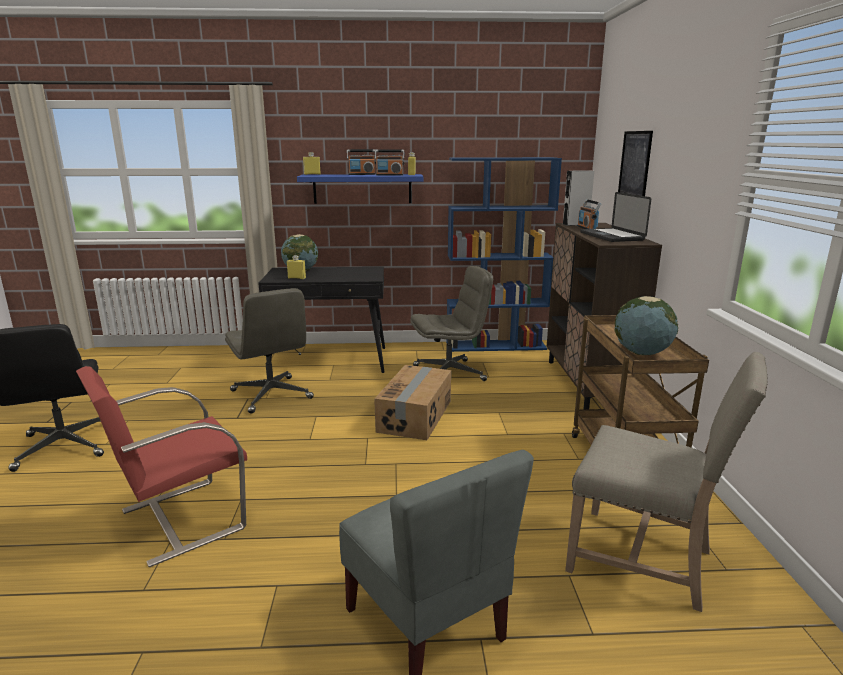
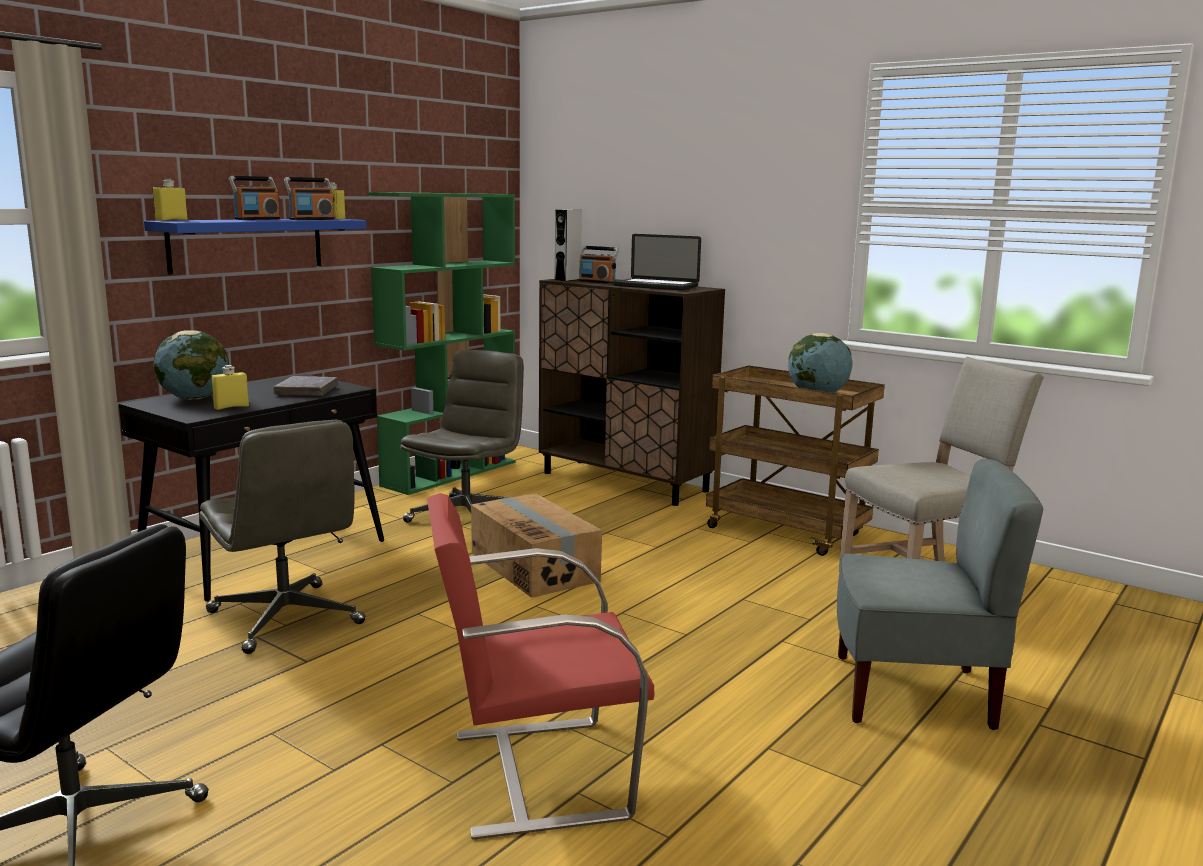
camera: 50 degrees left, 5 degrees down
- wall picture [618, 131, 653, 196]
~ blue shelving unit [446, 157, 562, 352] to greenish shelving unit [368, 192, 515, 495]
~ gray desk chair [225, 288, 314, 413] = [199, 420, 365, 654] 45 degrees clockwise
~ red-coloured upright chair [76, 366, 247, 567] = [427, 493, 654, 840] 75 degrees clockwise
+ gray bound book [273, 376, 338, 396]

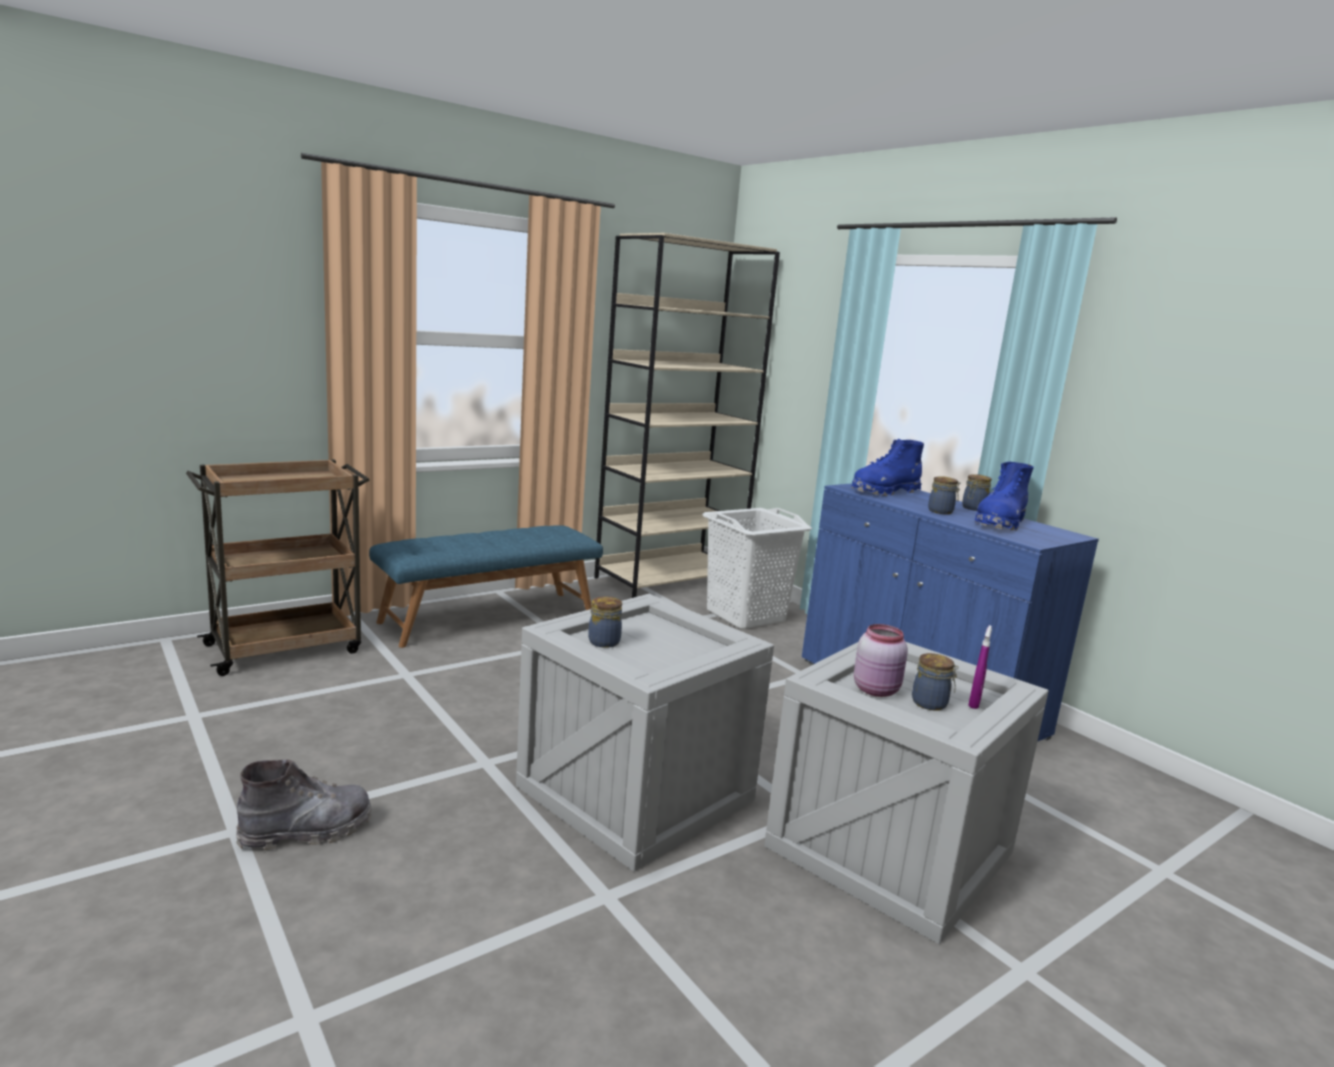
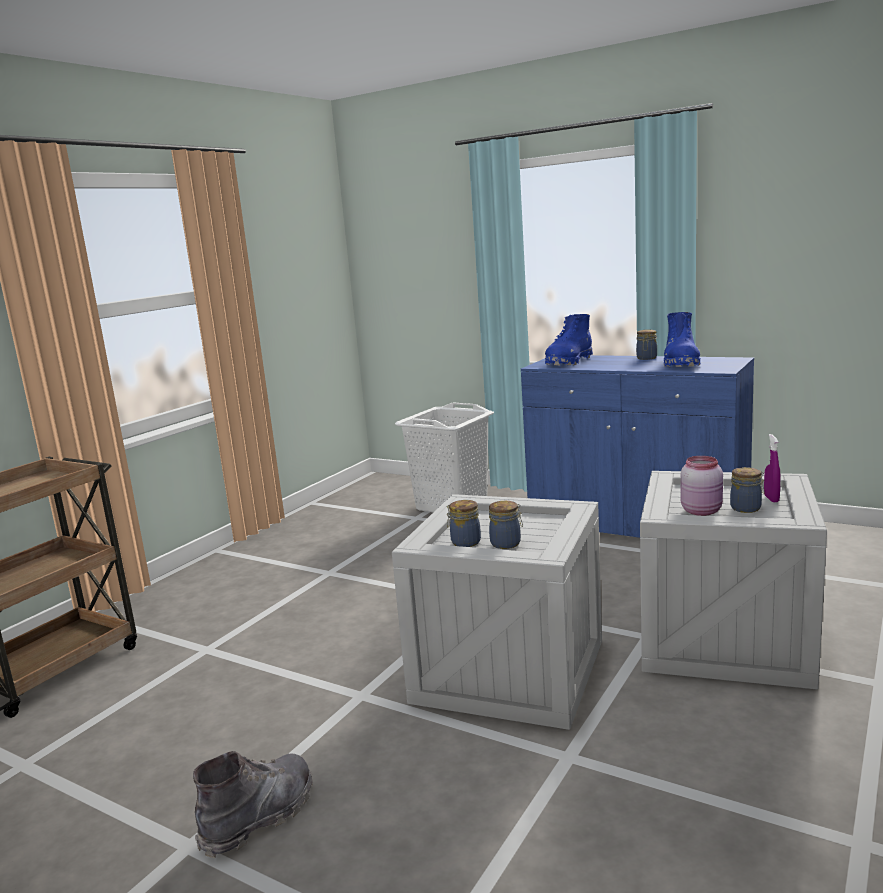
camera: 20 degrees left, 0 degrees up
- beige-coloured shelving unit [594, 233, 780, 598]
~ preserve jar [928, 477, 961, 514] to [489, 501, 523, 549]
- blue indoor bench [369, 525, 603, 648]

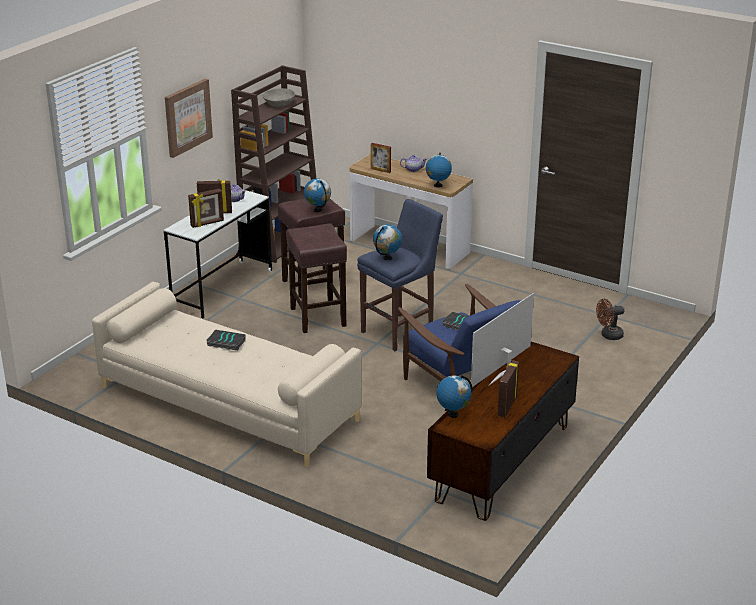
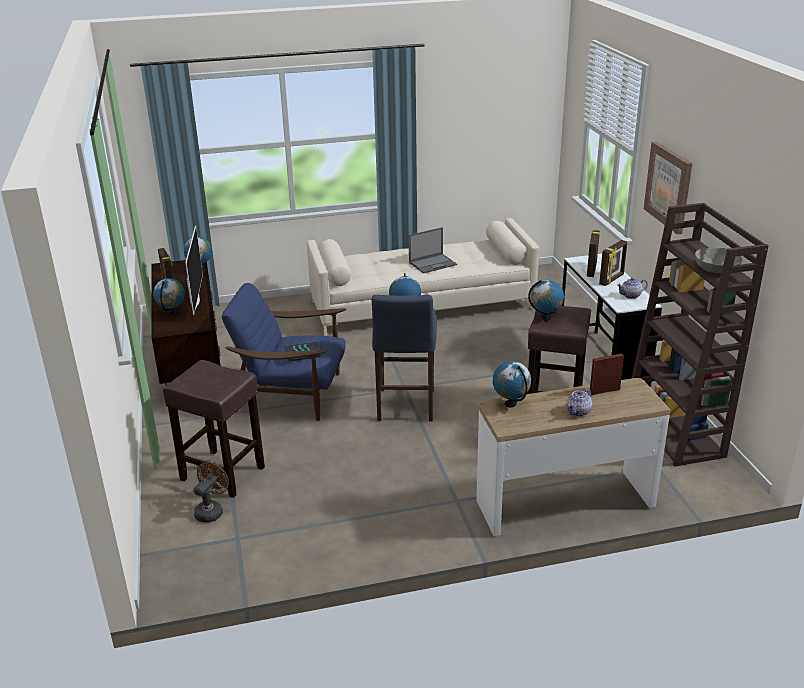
camera: 135 degrees right, 0 degrees up
~ brownish stool seat [286, 224, 347, 333] to [163, 360, 265, 498]
~ bound book [206, 330, 246, 351] to portable computer [409, 227, 457, 273]
+ globe [153, 278, 185, 315]

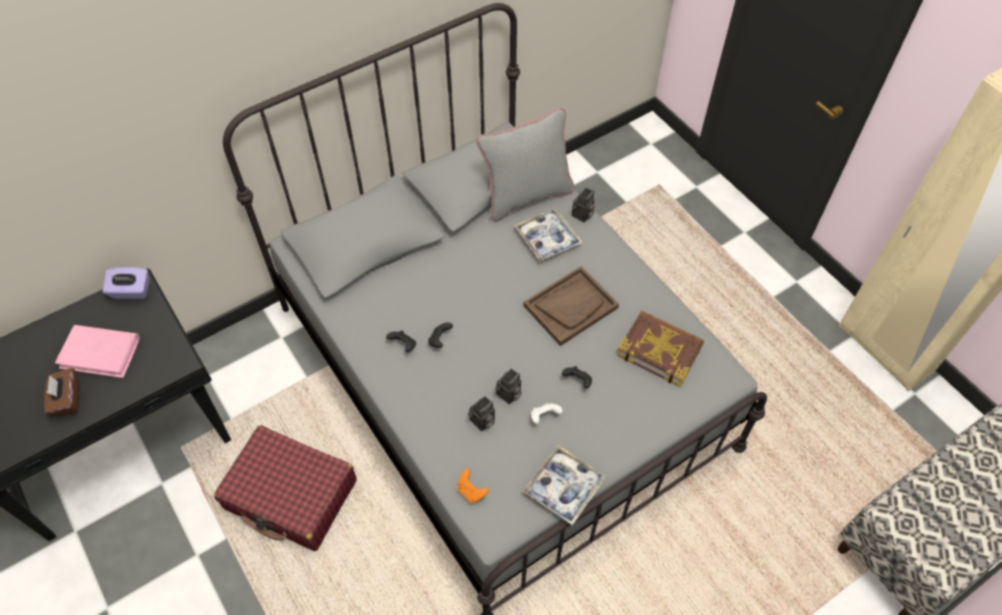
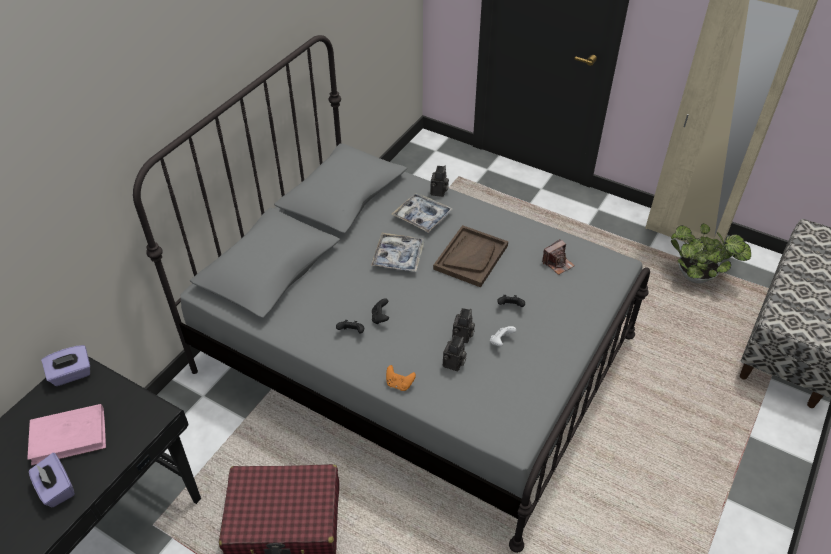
camera: 25 degrees left, 10 degrees down
- gray pillow [476, 108, 575, 222]
~ bound book [617, 311, 704, 387] to still camera [542, 239, 575, 275]
~ brownish tissue holder [44, 367, 80, 417] to purplish tissue holder [29, 453, 75, 508]
~ carrying tray [523, 445, 605, 525] to [371, 233, 425, 272]
~ orangey gamepad [457, 469, 489, 503] to [386, 365, 416, 391]
+ houseplant [671, 223, 751, 284]

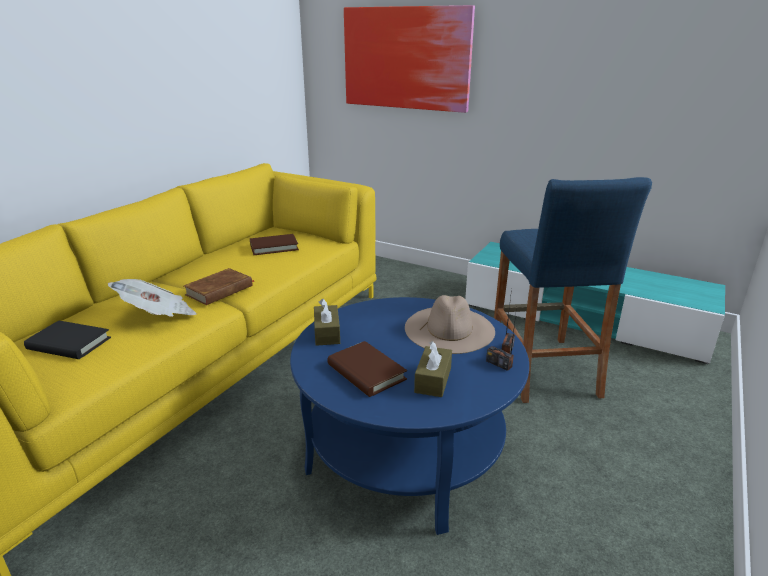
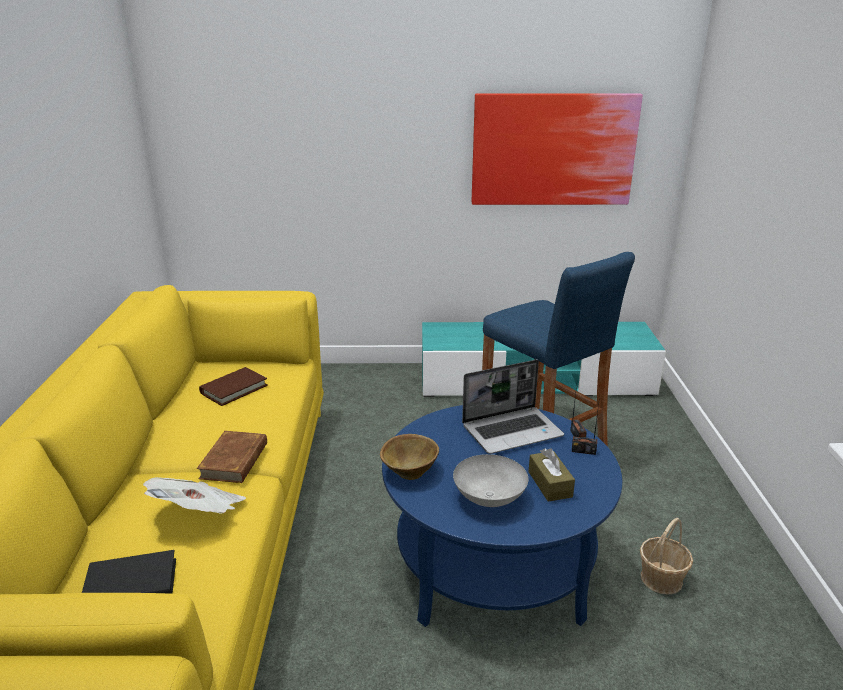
camera: 30 degrees left, 0 degrees up
~ wall picture [344, 5, 475, 113] to [471, 93, 643, 205]
~ beige-coloured clothing hat [405, 295, 495, 354] to portable computer [462, 360, 564, 454]
~ brownish tissue holder [314, 299, 340, 346] to brownish deep dish [380, 434, 439, 480]
~ brownish bound book [327, 341, 407, 397] to gray deep dish [453, 454, 528, 507]
+ basket [640, 518, 693, 595]

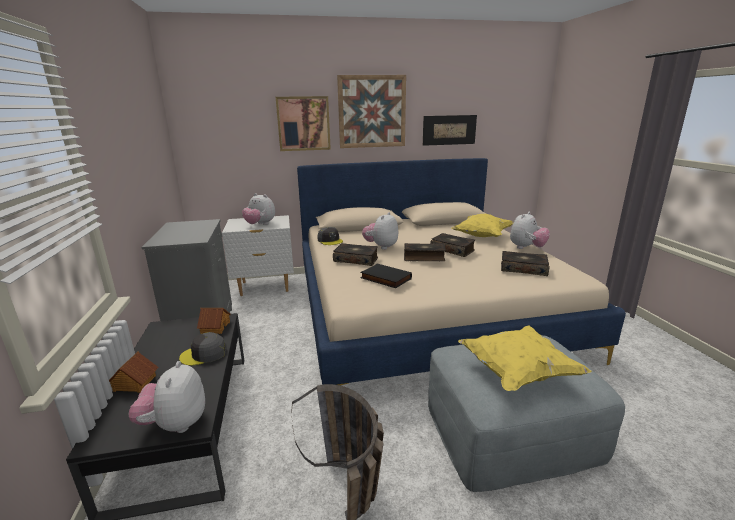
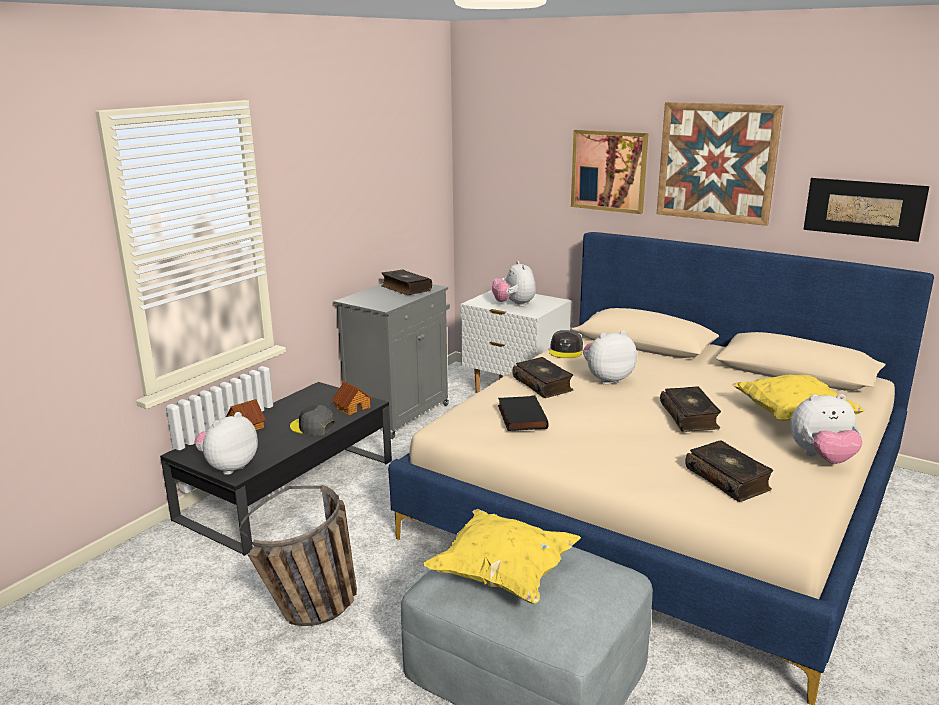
camera: 45 degrees right, 0 degrees up
~ bound book [404, 243, 446, 261] to [381, 270, 432, 295]

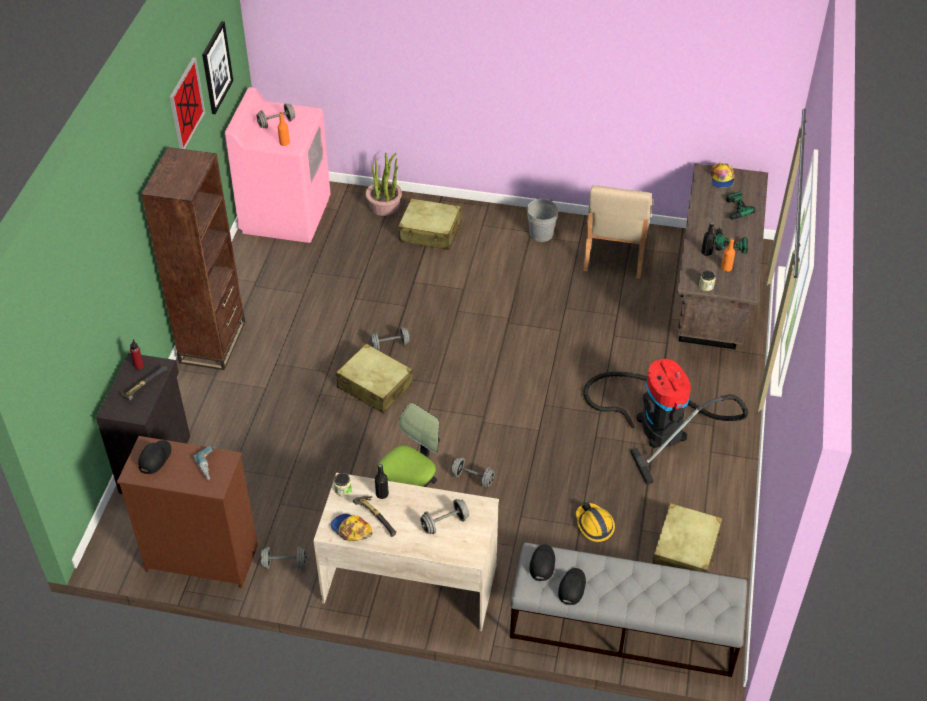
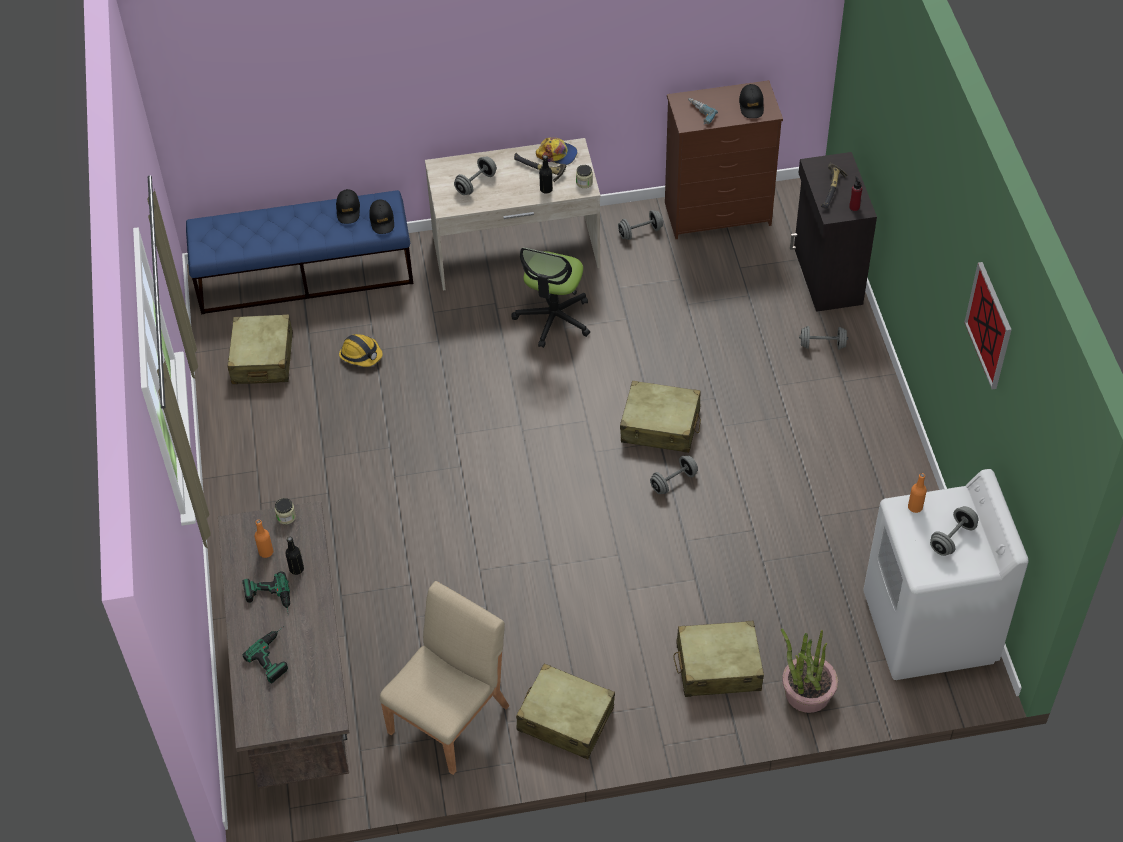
camera: 160 degrees right, 5 degrees up
- wall picture [202, 21, 233, 114]
~ pink-coloured washing machine [225, 87, 331, 243] to white-coloured washing machine [864, 469, 1029, 680]
- brownish shelving unit [141, 147, 245, 370]
- peaked cap [711, 163, 735, 188]
~ beige-coloured upright chair [583, 185, 653, 279] = [380, 581, 509, 775] 45 degrees clockwise
~ gray pail [527, 198, 559, 242] to beige-coloured suitcase [516, 663, 615, 759]
- vacuum [583, 359, 748, 485]
~ gray free weight [451, 458, 495, 487] to [799, 326, 848, 349]
~ gray indoor bench [510, 543, 747, 677] to blue indoor bench [186, 190, 413, 314]

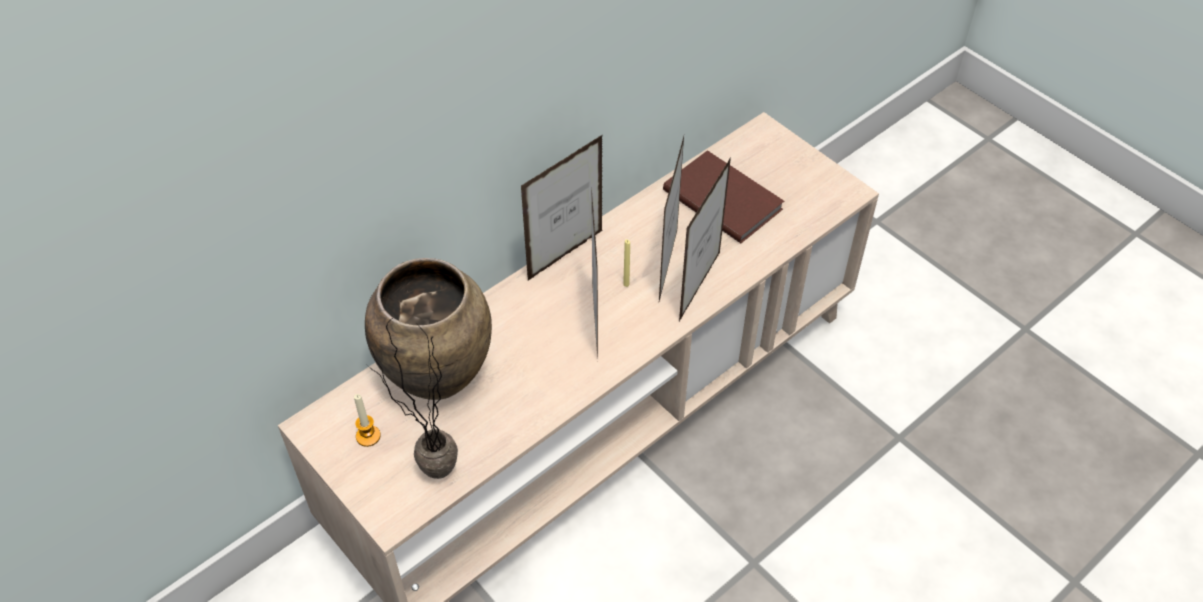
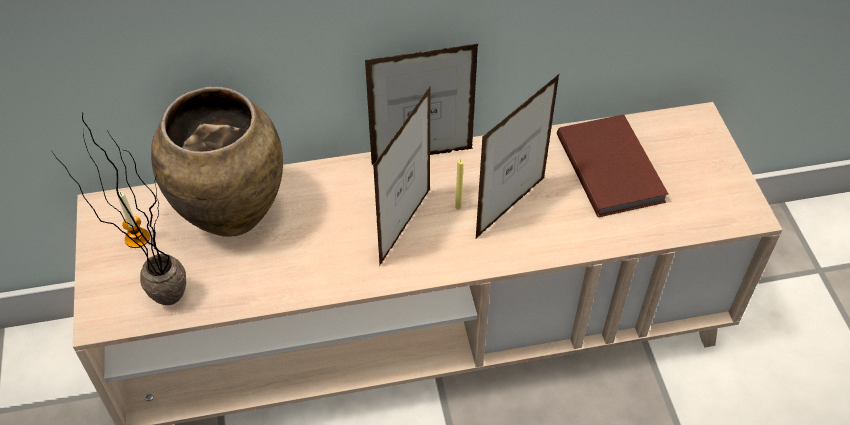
camera: 30 degrees right, 0 degrees up
- picture frame [679, 157, 731, 321]

